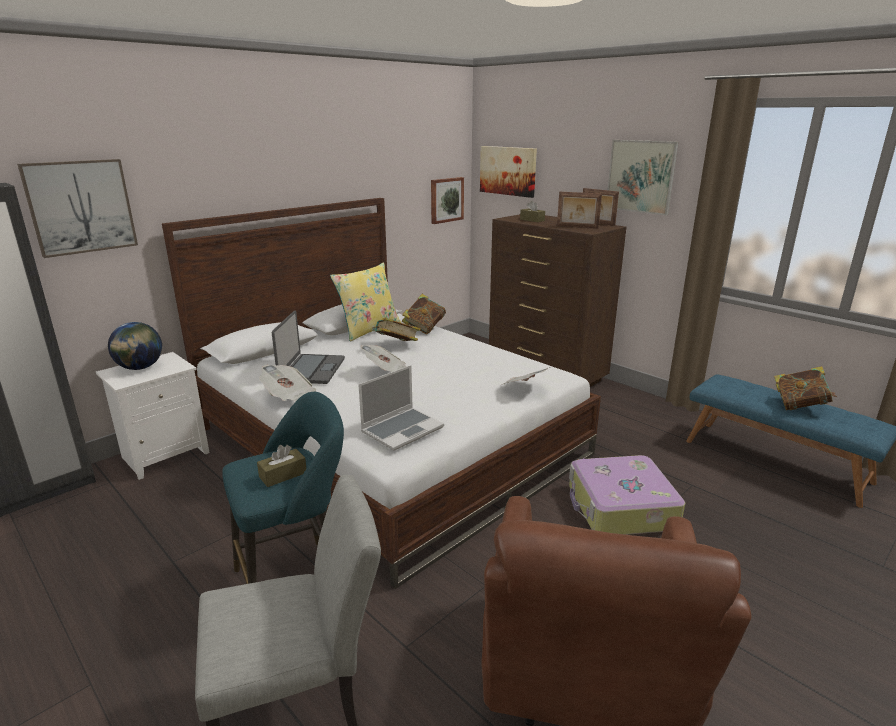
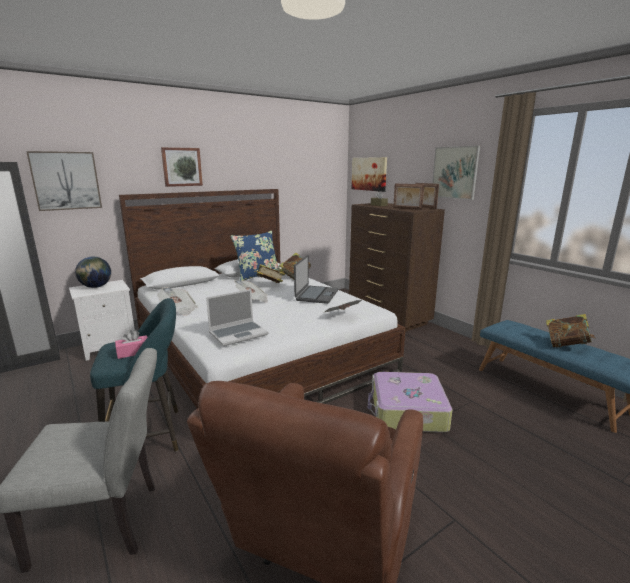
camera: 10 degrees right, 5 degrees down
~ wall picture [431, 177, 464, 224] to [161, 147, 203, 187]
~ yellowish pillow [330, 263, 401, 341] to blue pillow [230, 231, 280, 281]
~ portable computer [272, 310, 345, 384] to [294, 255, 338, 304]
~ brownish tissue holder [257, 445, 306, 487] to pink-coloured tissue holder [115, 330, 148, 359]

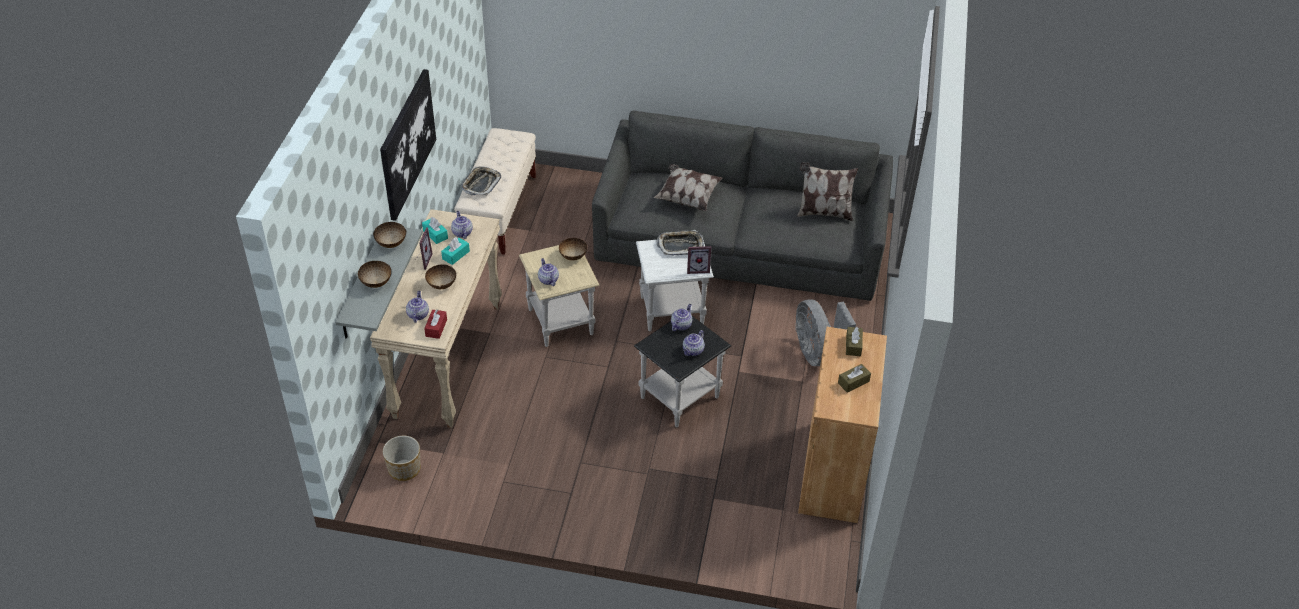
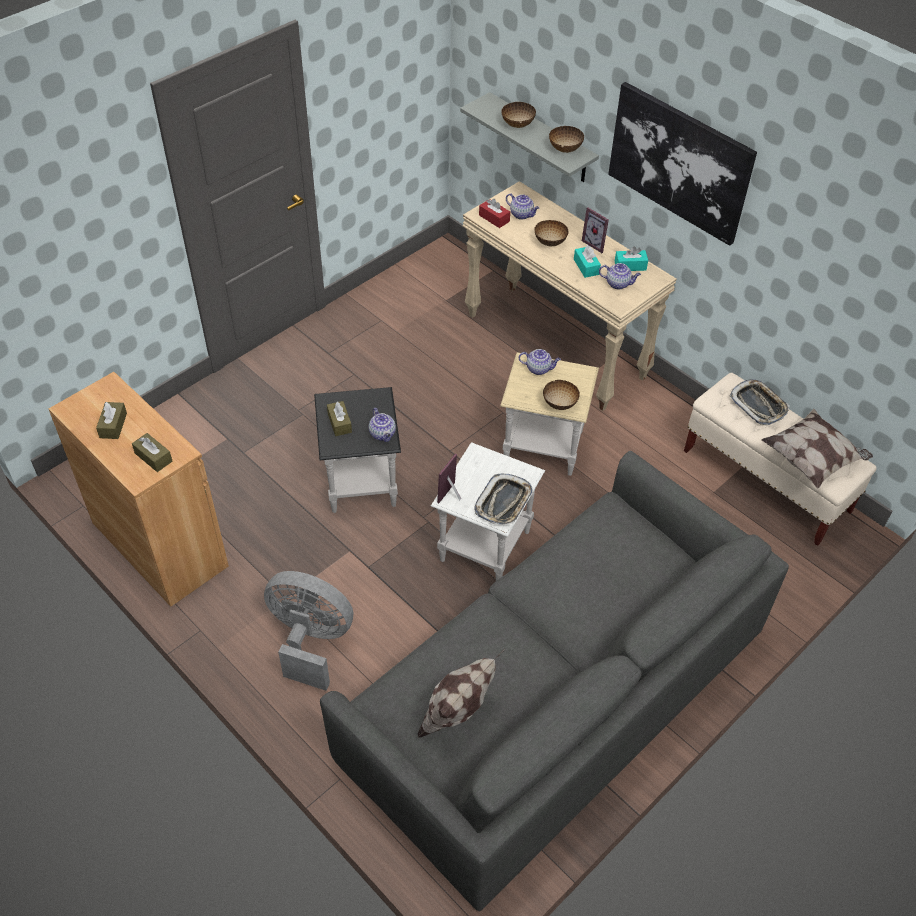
camera: 125 degrees right, 5 degrees up
~ pillow [654, 164, 722, 211] to [761, 409, 873, 488]
~ tea pot [683, 330, 705, 356] to brownish tissue holder [327, 401, 352, 436]
- plant pot [383, 436, 421, 481]

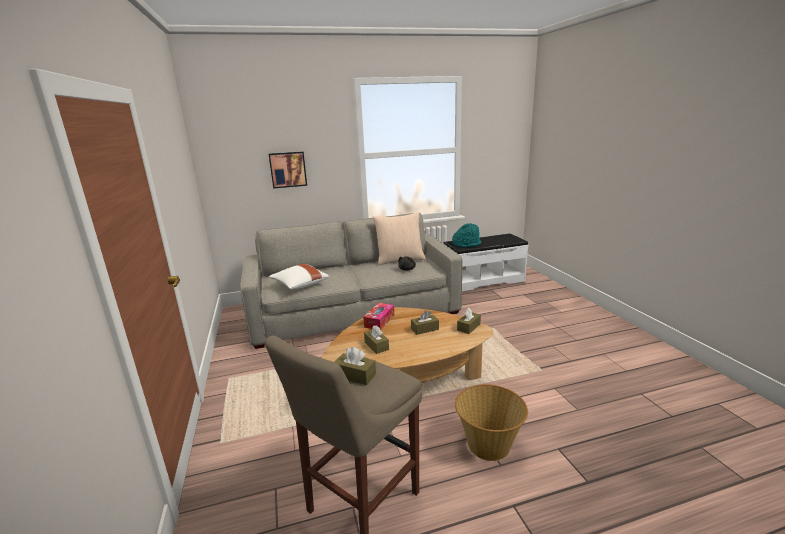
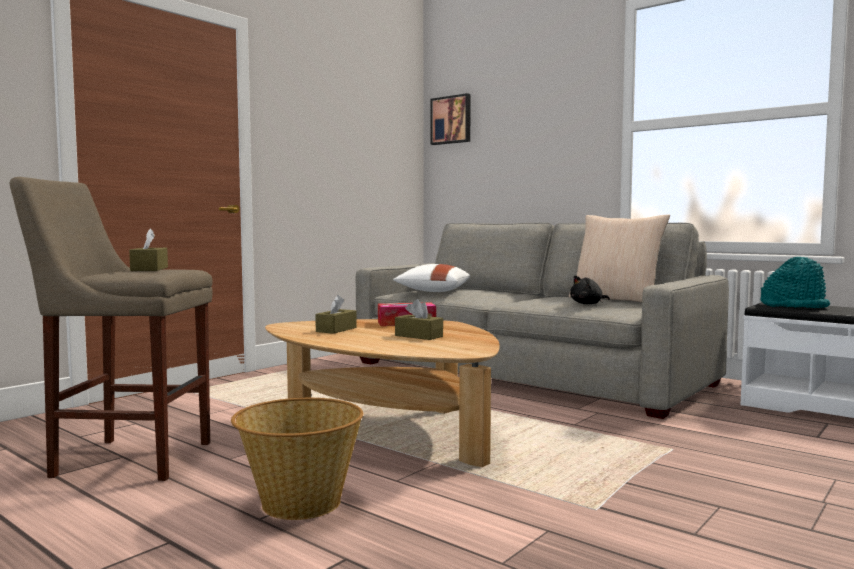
camera: 55 degrees right, 15 degrees down
~ wall picture [269, 152, 307, 189] to [430, 93, 471, 145]
- brownish tissue holder [457, 308, 481, 334]

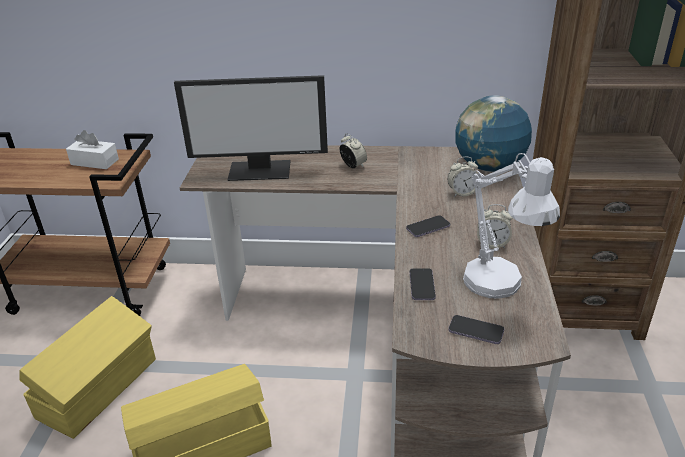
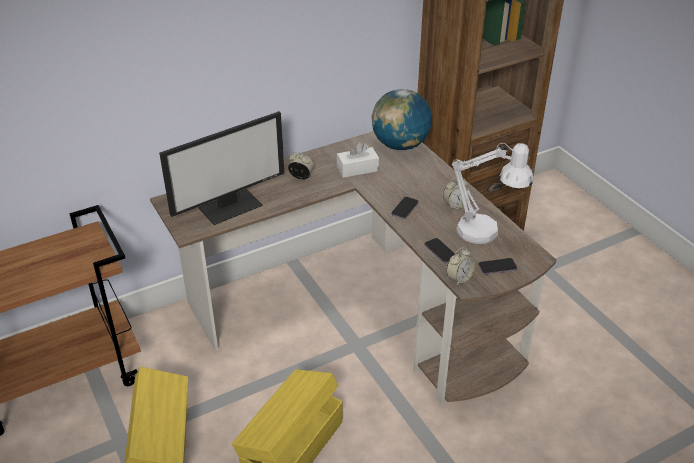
camera: 35 degrees left, 5 degrees up
~ white-coloured tissue holder [66, 130, 119, 169] to [337, 142, 379, 178]
~ table clock [448, 157, 478, 197] to [446, 247, 475, 285]

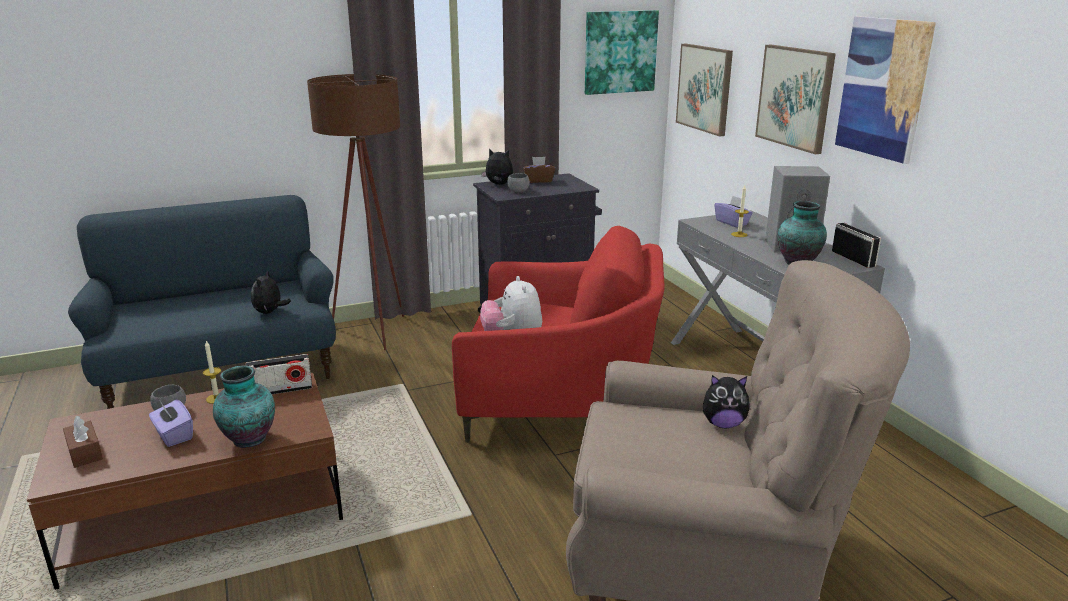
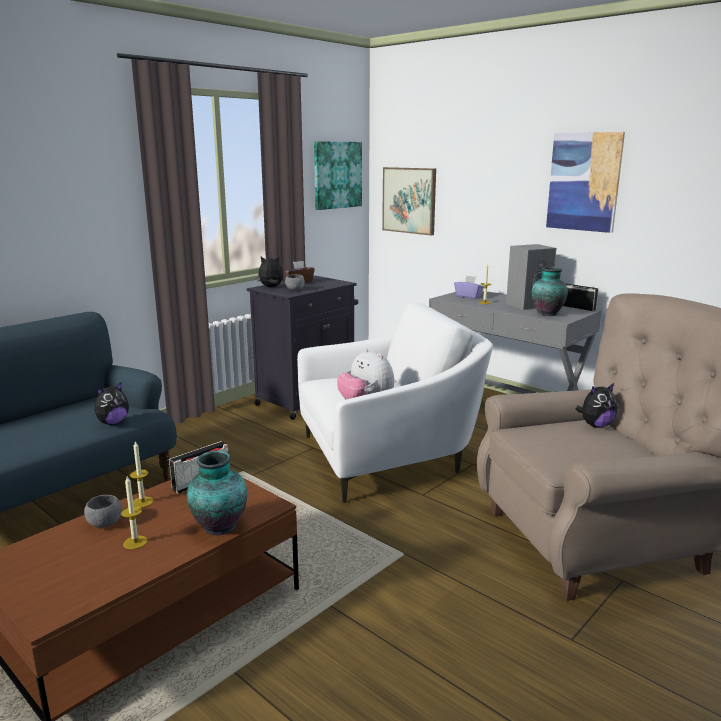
camera: 25 degrees left, 5 degrees down
- wall picture [755, 45, 836, 155]
- brownish floor lamp [307, 74, 404, 350]
~ red-coloured easy chair [452, 226, 665, 443] to white-coloured easy chair [297, 302, 493, 503]
~ cuddly toy [251, 270, 291, 314] = [94, 382, 129, 425] 120 degrees counterclockwise
~ purplish tissue holder [149, 400, 193, 447] to candle [121, 476, 148, 549]
- brownish tissue holder [63, 416, 103, 468]

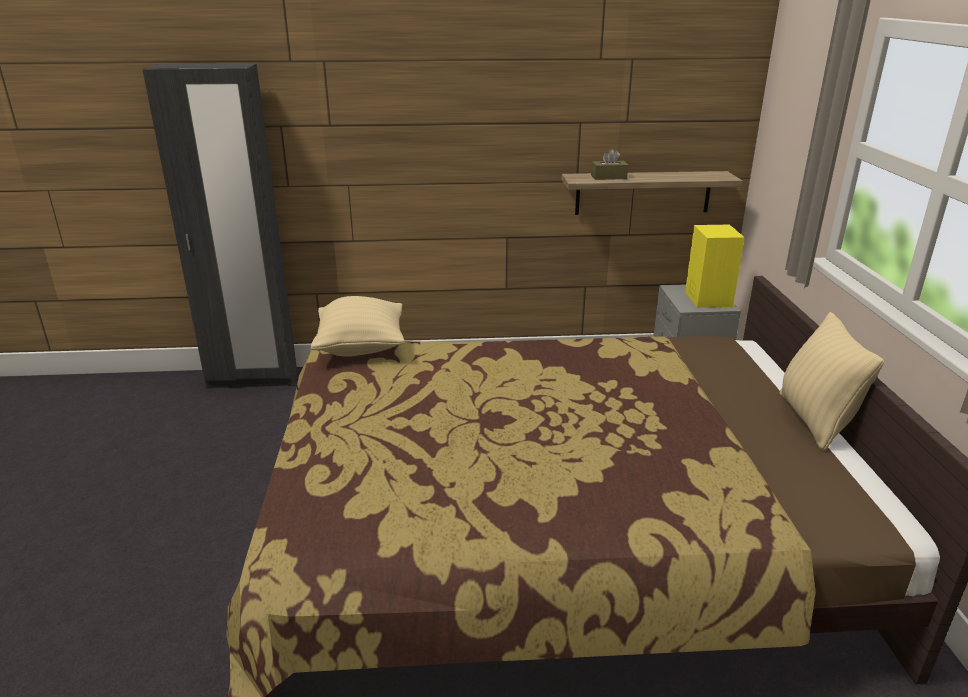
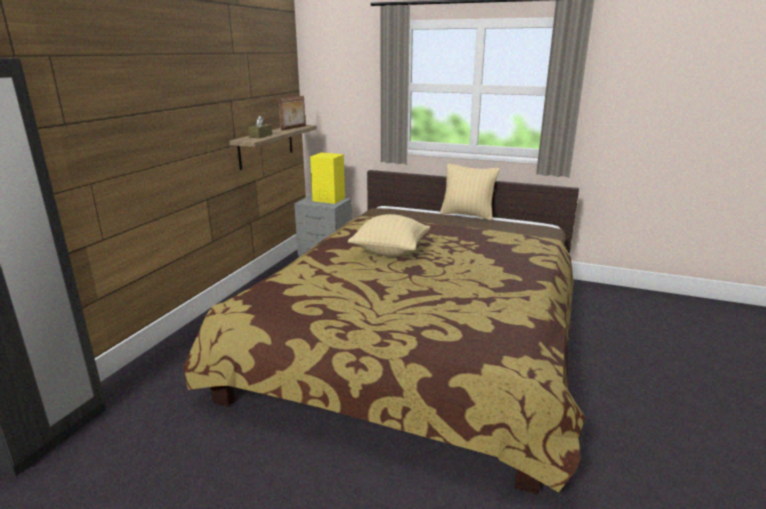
camera: 65 degrees left, 5 degrees down
~ beige-coloured pillow [311, 296, 405, 357] to [348, 214, 430, 257]
+ picture frame [278, 96, 306, 131]

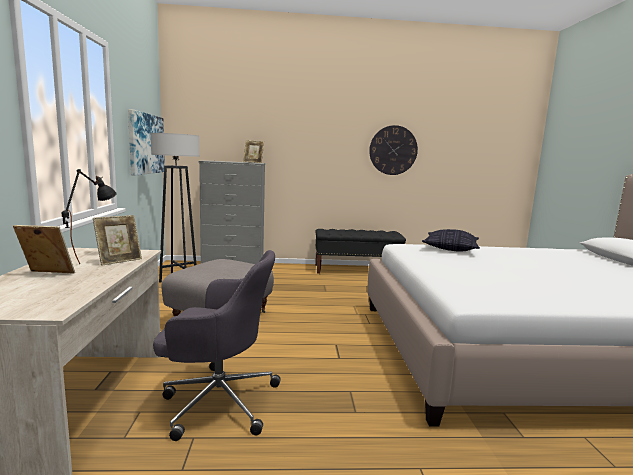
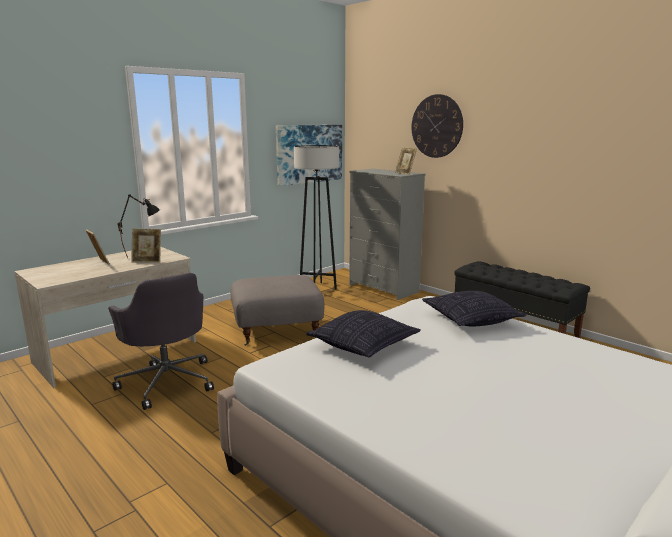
camera: 50 degrees right, 5 degrees up
~ wall clock [369, 125, 418, 175] to [412, 94, 463, 158]
+ pillow [306, 310, 420, 357]

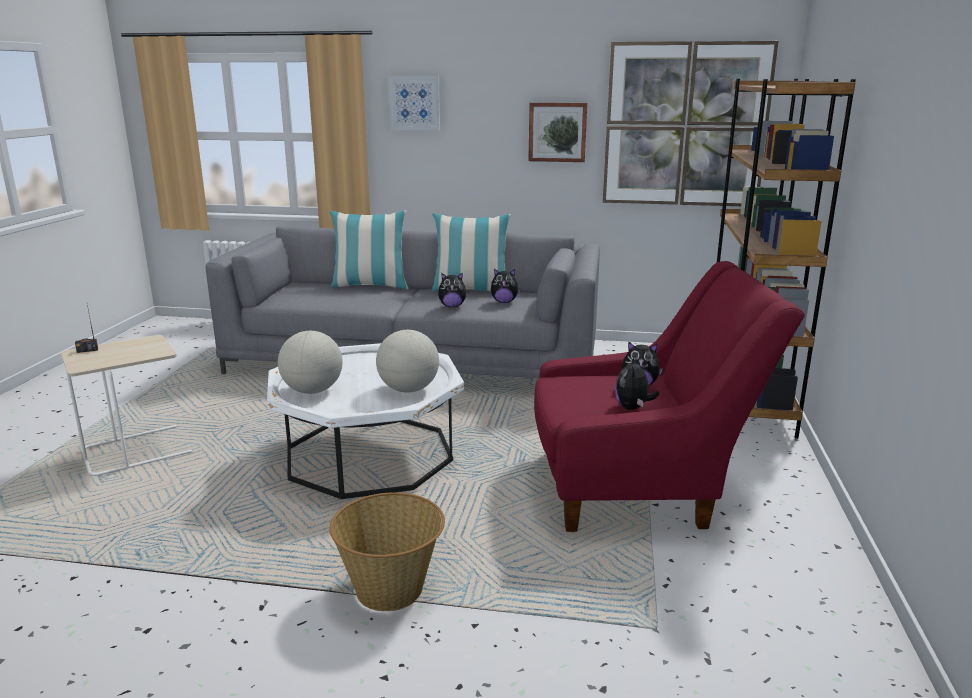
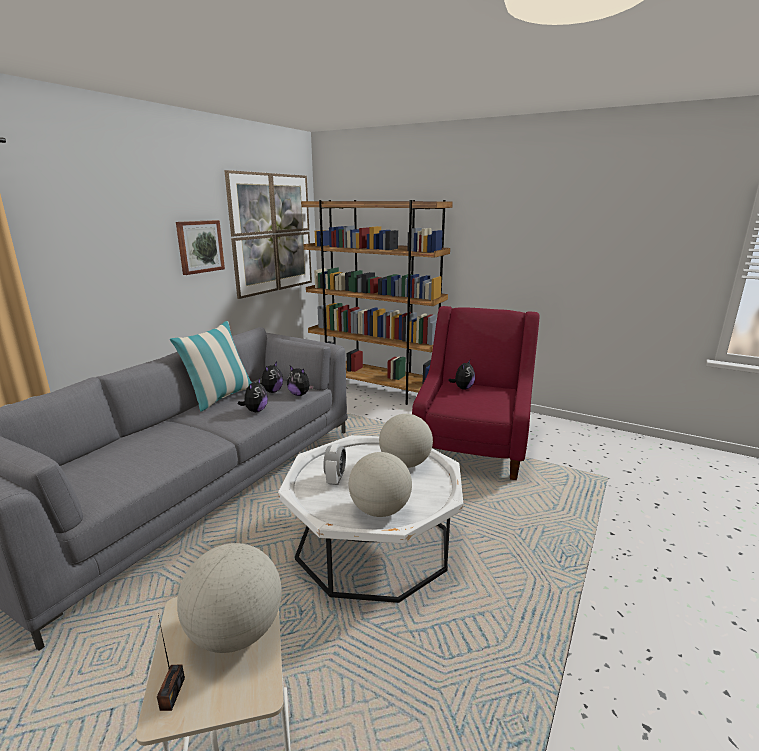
camera: 70 degrees left, 0 degrees up
- wall picture [388, 76, 440, 130]
- pillow [329, 210, 409, 289]
~ cuddly toy [615, 357, 659, 410] to [287, 366, 314, 396]
- basket [330, 492, 445, 611]
+ table clock [323, 444, 346, 485]
+ globe [177, 543, 282, 653]

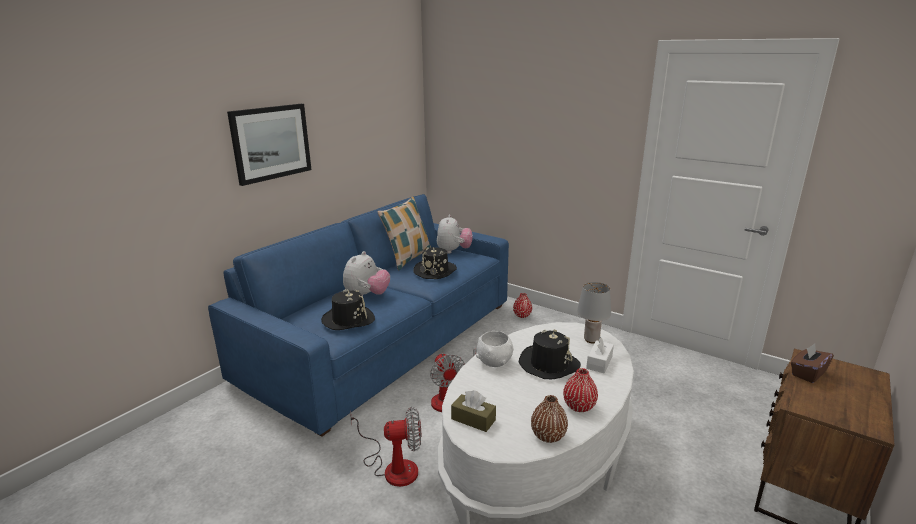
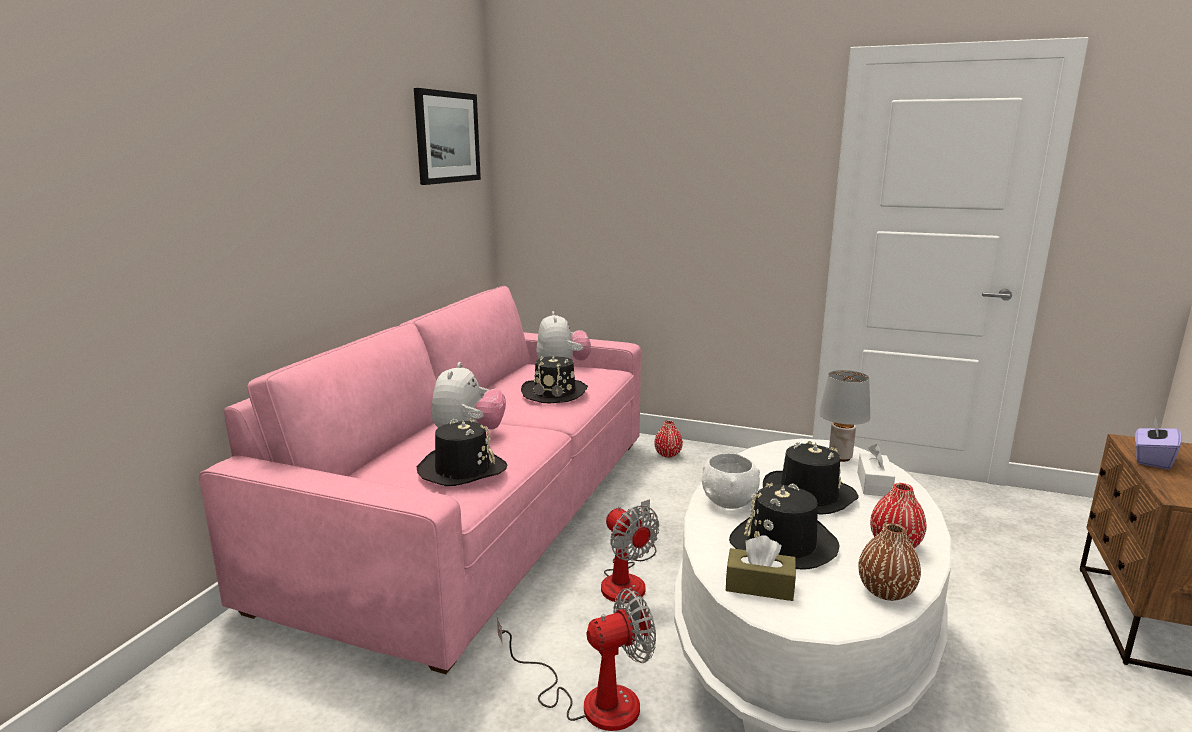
camera: 15 degrees left, 5 degrees down
~ wall picture [227, 104, 311, 186] to [414, 88, 481, 185]
~ blue couch [208, 194, 509, 437] to pink-coloured couch [199, 286, 641, 674]
- pillow [377, 197, 431, 271]
~ brownish tissue holder [791, 343, 834, 383] to purplish tissue holder [1135, 418, 1181, 470]
+ blackish clothing hat [729, 483, 840, 570]

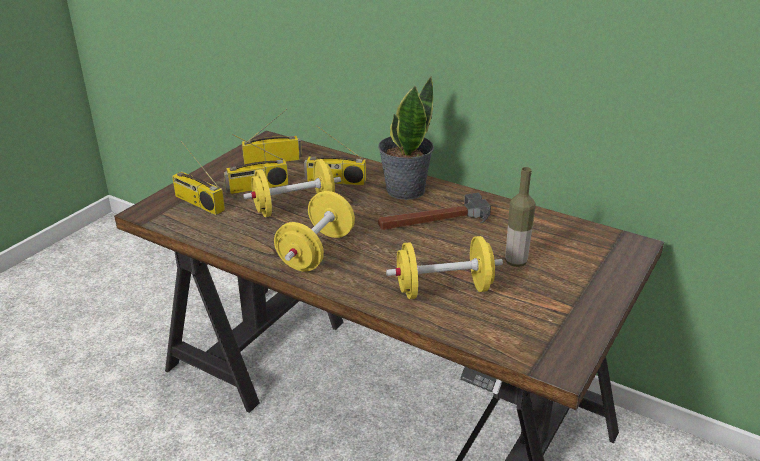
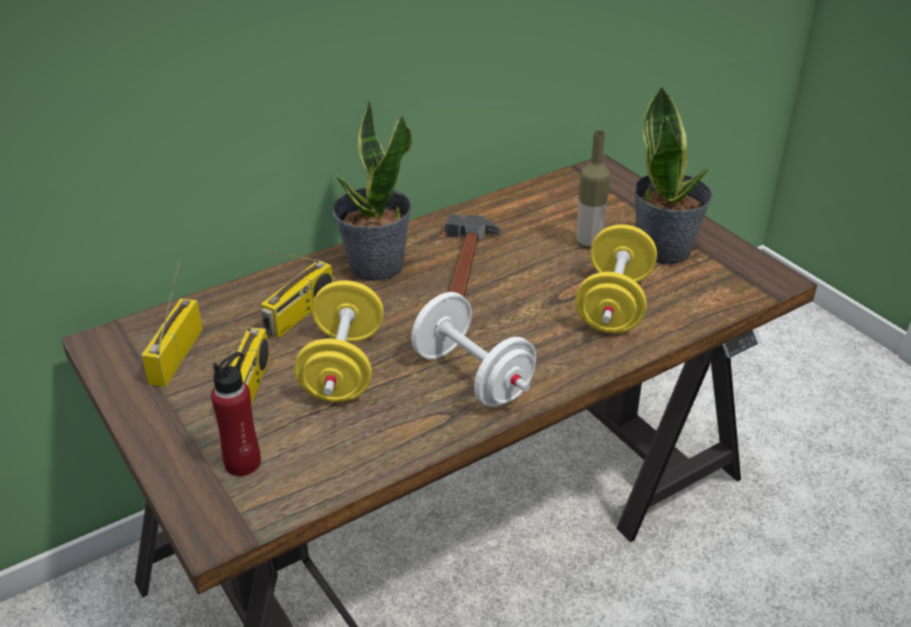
camera: 65 degrees left, 5 degrees up
~ radio receiver [172, 141, 225, 215] to red-coloured bottle [211, 352, 261, 476]
~ yellowish free weight [274, 191, 355, 271] to white-coloured free weight [411, 292, 536, 407]
+ houseplant [634, 85, 713, 265]

